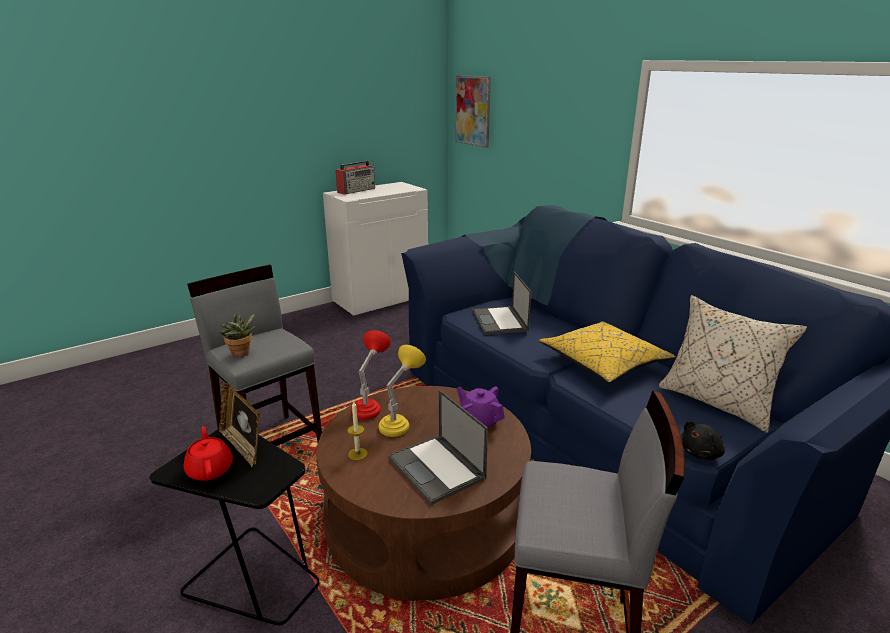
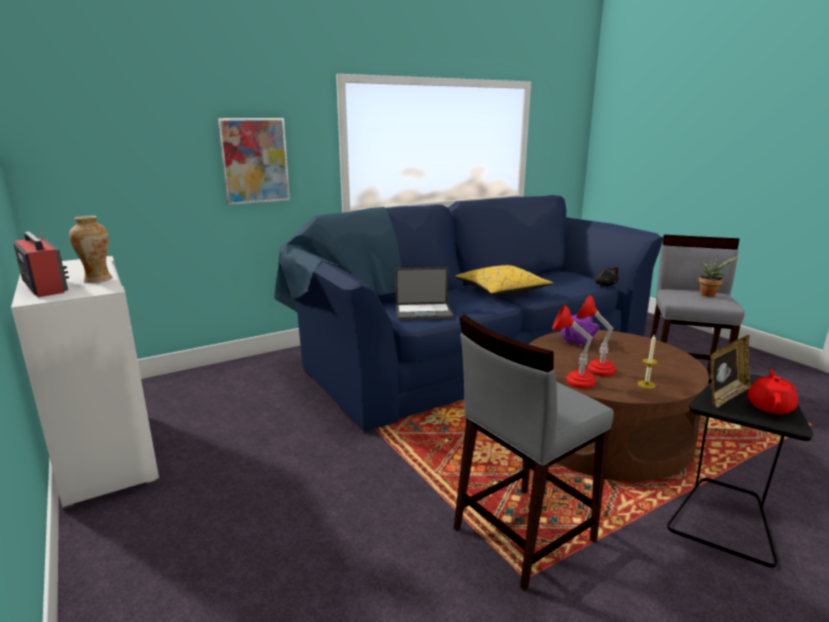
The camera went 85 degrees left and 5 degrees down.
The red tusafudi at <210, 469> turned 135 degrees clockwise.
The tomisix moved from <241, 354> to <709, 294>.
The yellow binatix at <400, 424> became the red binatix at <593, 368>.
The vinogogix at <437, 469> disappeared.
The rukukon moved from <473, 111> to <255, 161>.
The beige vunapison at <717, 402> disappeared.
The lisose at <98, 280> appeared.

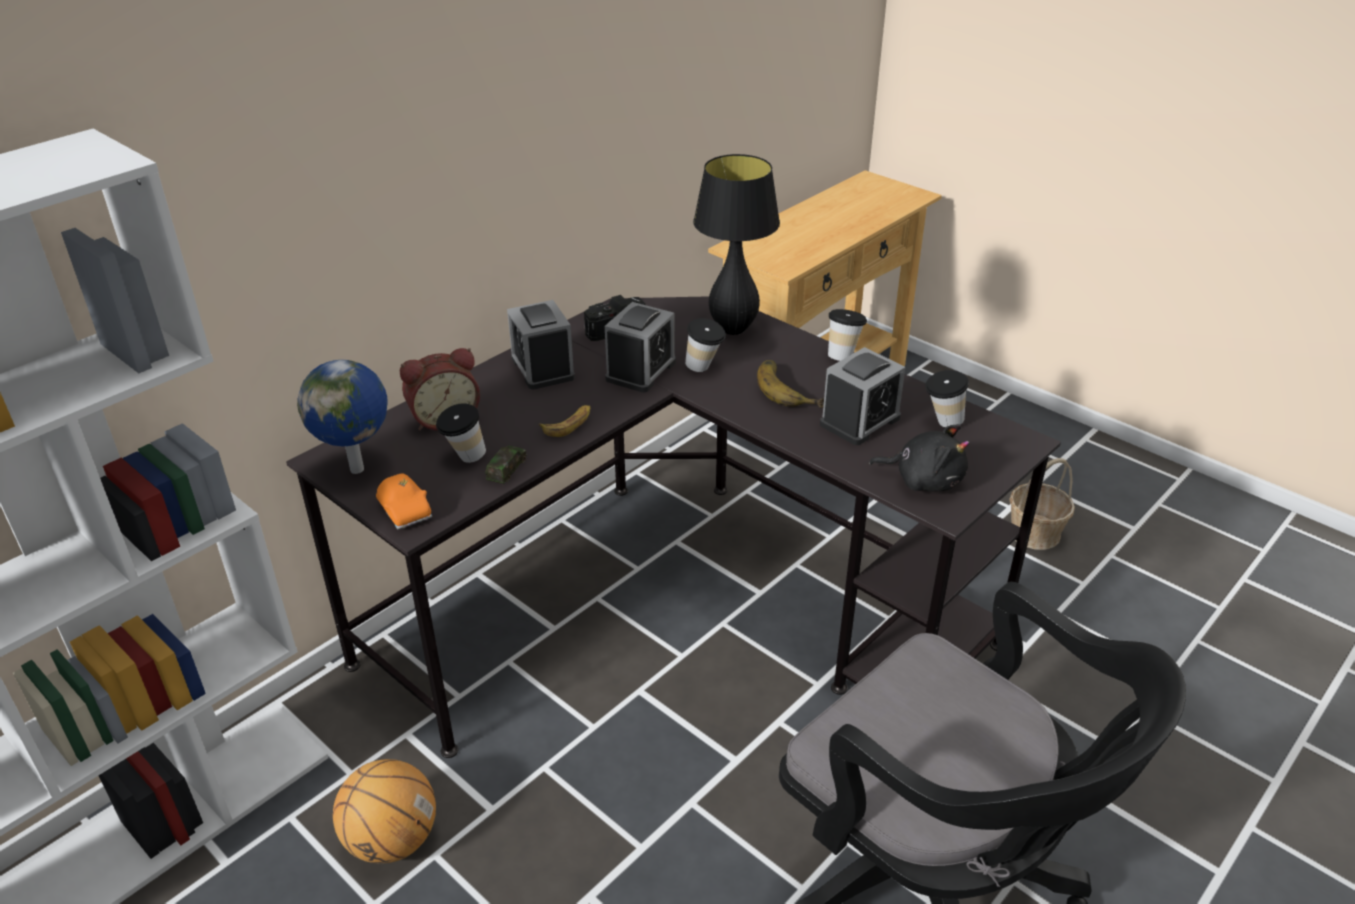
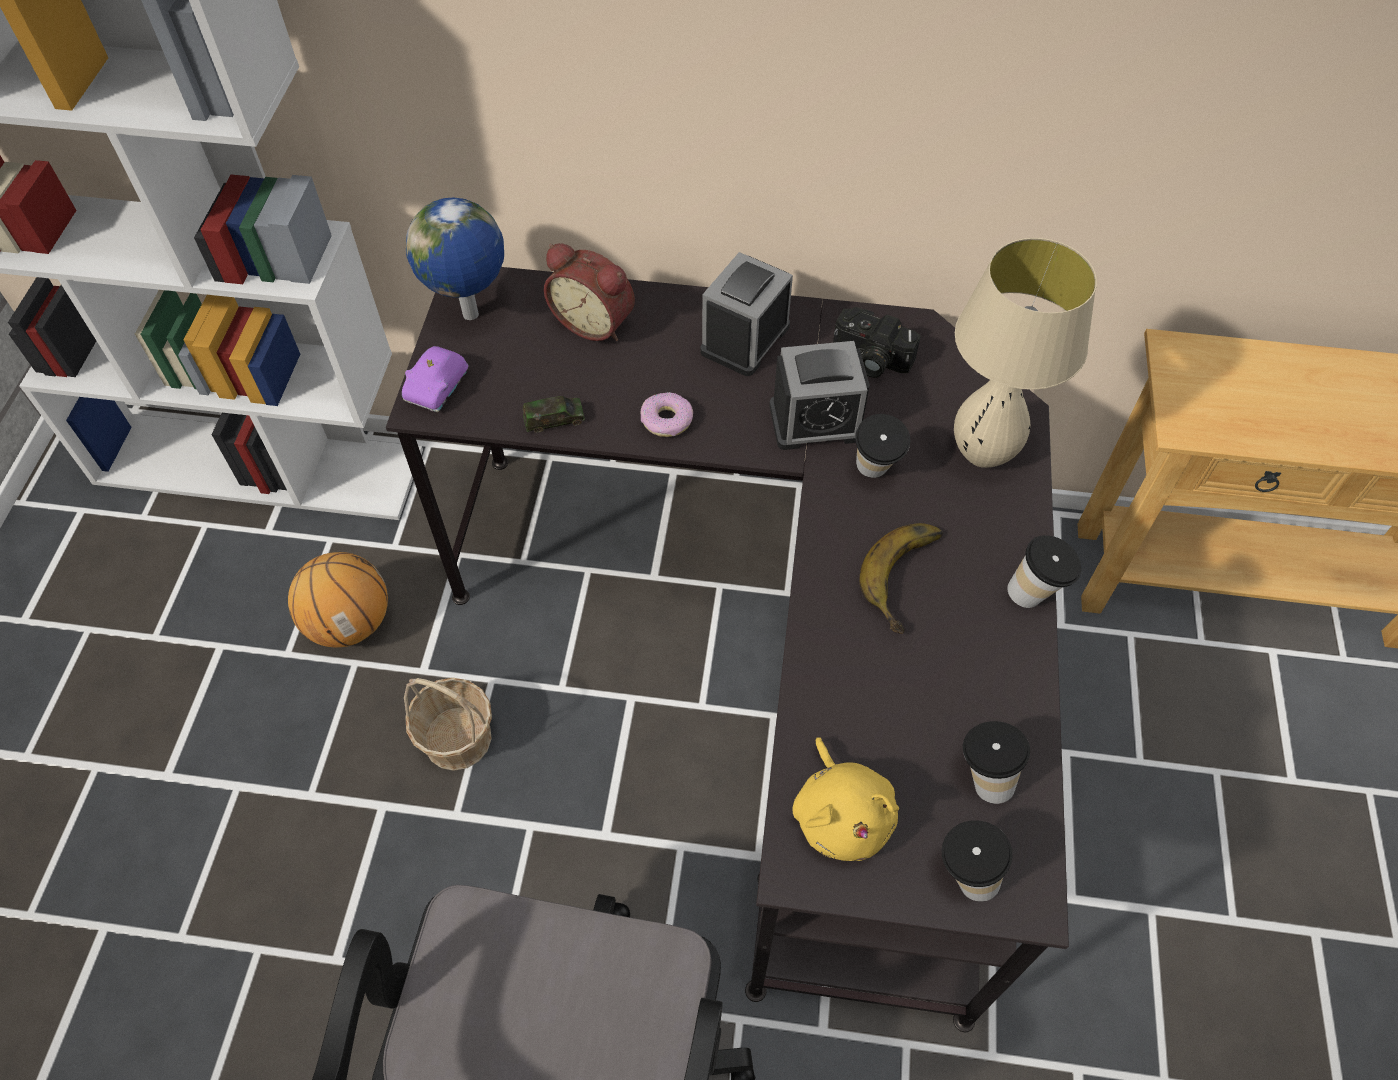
The camera went 55 degrees right and 20 degrees up.
The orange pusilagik at <406, 511> became the purple pusilagik at <438, 388>.
The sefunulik moved from <464, 458> to <964, 877>.
The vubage at <568, 424> was replaced by the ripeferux at <666, 420>.
The black binatix at <732, 329> became the beige binatix at <982, 454>.
The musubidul at <860, 421> disappeared.
The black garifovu at <924, 480> became the yellow garifovu at <842, 815>.
The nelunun moved from <1034, 533> to <457, 738>.

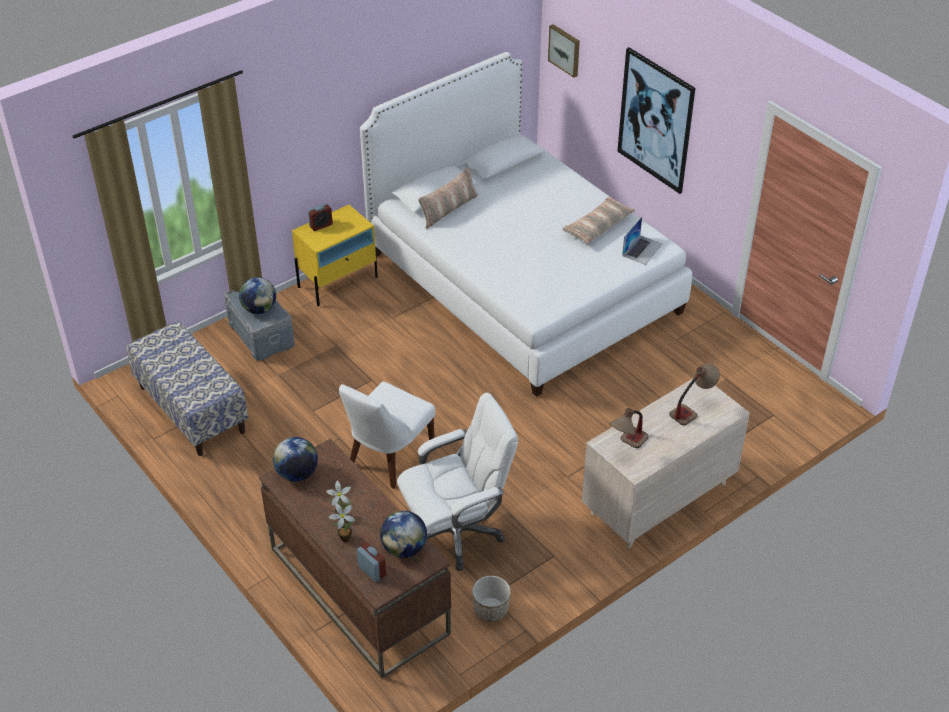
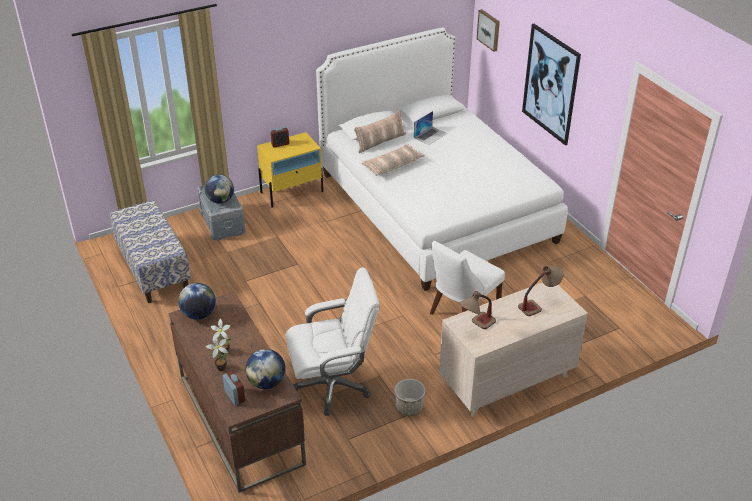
The camera went 10 degrees right and 5 degrees down.
The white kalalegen moved from <388, 458> to <461, 312>.
The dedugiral moved from <491, 610> to <409, 407>.
The vunapison moved from <597, 227> to <392, 165>.
The vinogogix moved from <642, 249> to <430, 135>.

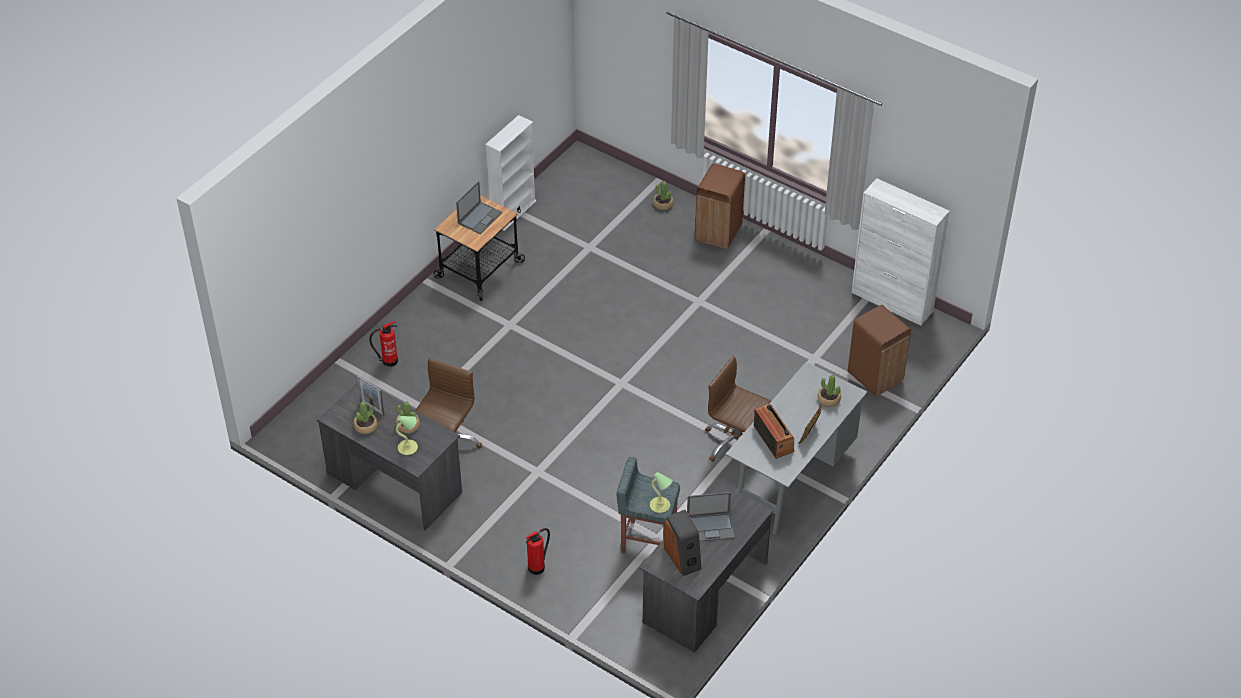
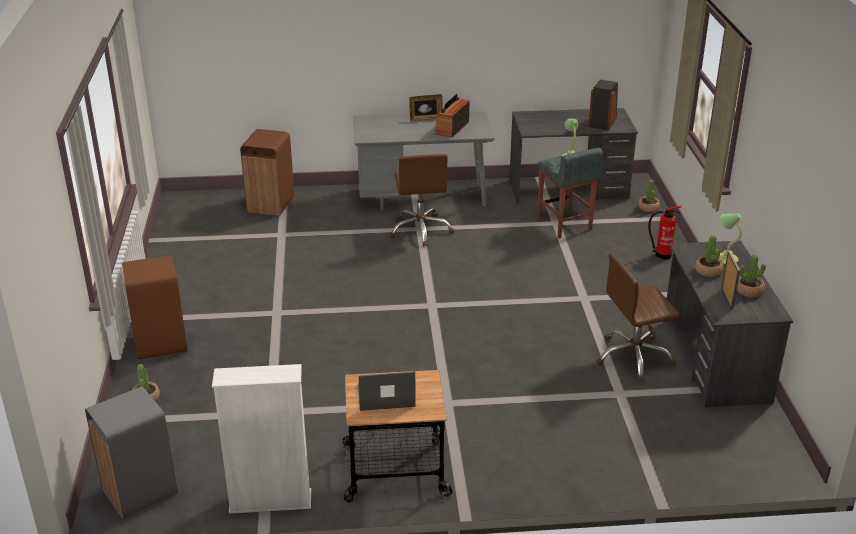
The camera went 130 degrees left and 15 degrees down.
The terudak at <388, 361> disappeared.
The vinogogix at <711, 527> disappeared.
The tomisix moved from <828, 399> to <648, 208>.
The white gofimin at <892, 302> disappeared.
The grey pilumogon at <139, 492> appeared.

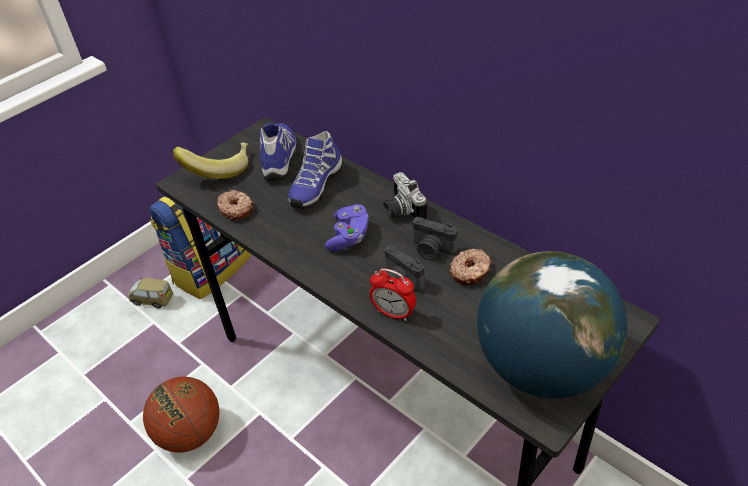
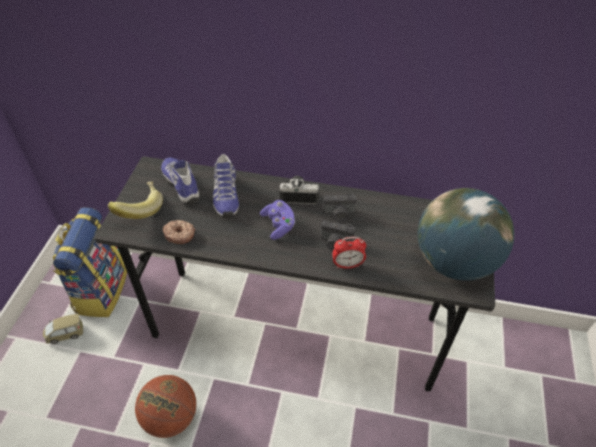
The camera went 35 degrees left and 5 degrees up.
The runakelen at <401, 211> turned 150 degrees clockwise.
The ripeferux at <470, 272> disappeared.

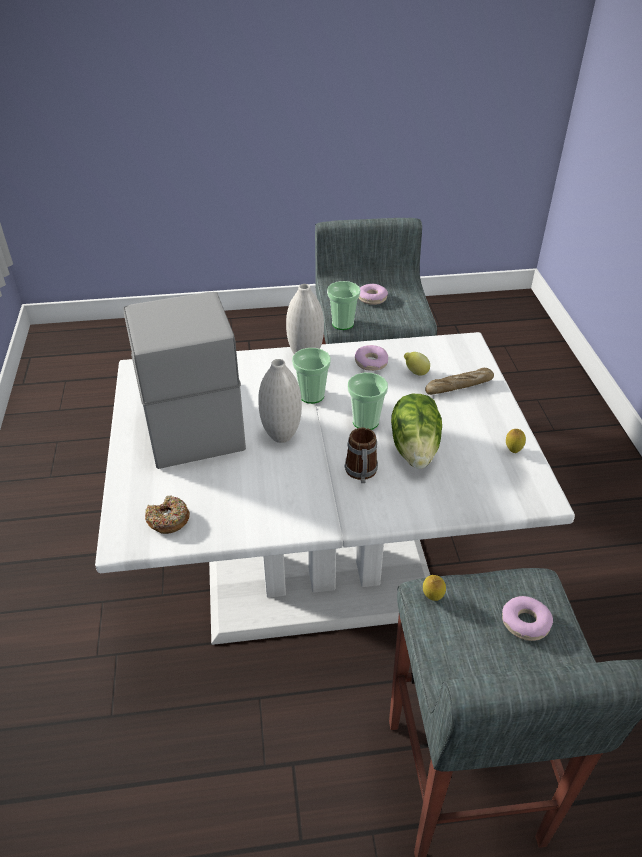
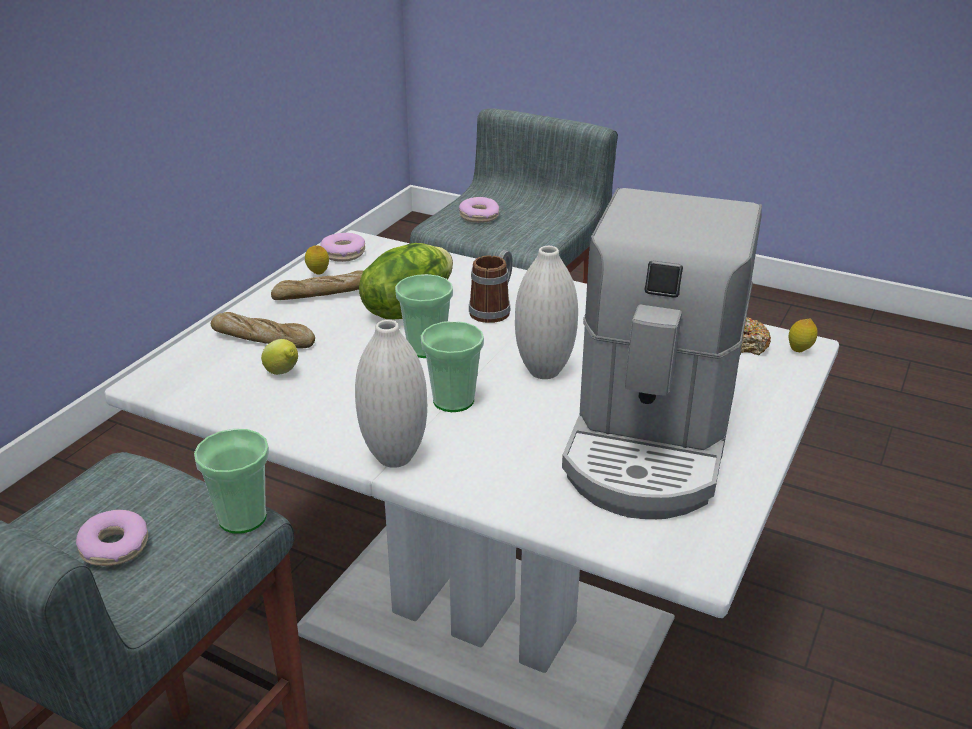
The camera went 145 degrees left and 10 degrees down.
The ripeferux moved from <371, 363> to <343, 254>.
The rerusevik moved from <432, 597> to <799, 351>.
The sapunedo at <323, 295> appeared.

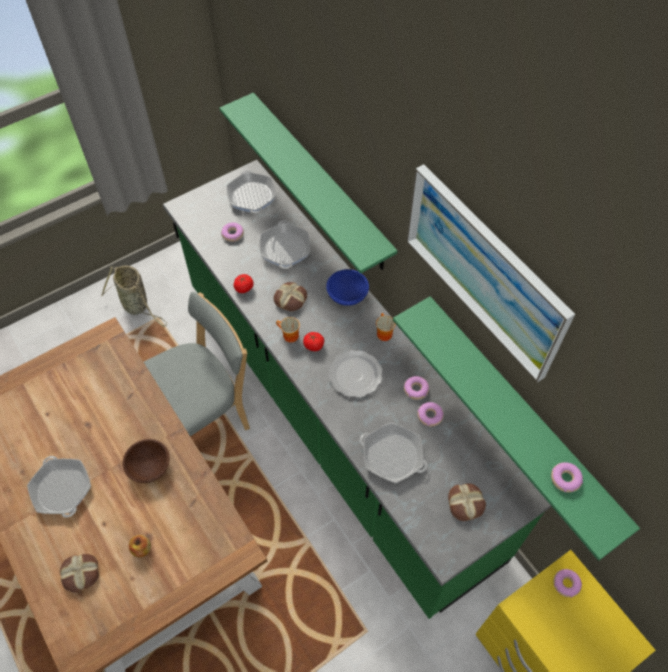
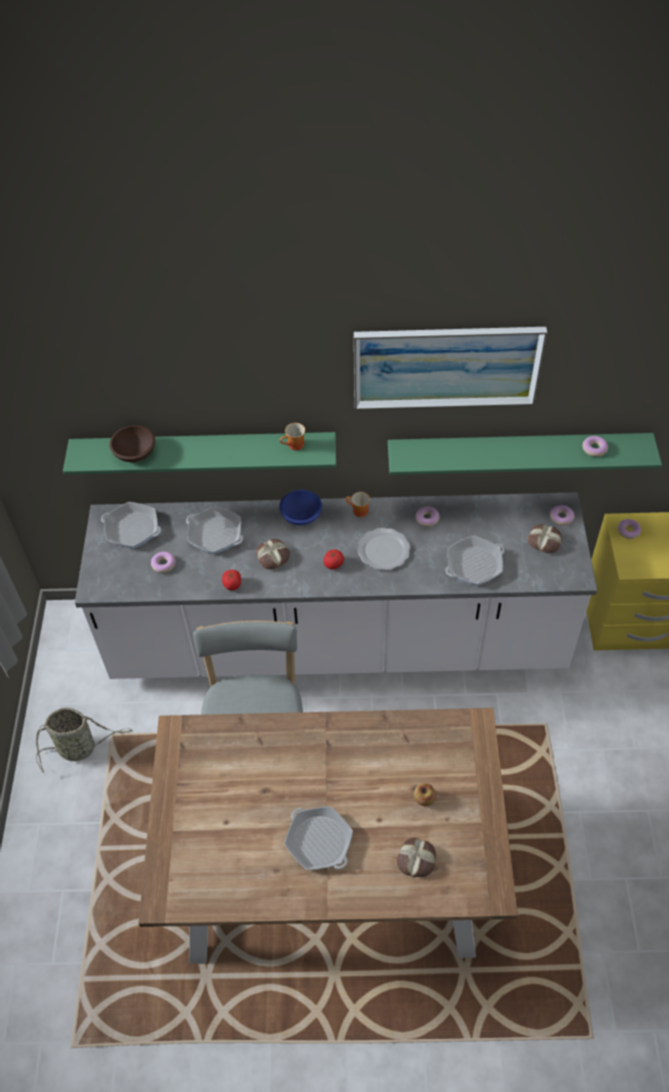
The camera went 55 degrees left and 5 degrees down.
The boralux at <62, 489> turned 135 degrees counterclockwise.
The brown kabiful moved from <149, 467> to <135, 453>.
The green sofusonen at <334, 417> became the white sofusonen at <338, 643>.
The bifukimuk moved from <288, 336> to <294, 446>.
The ripeferux moved from <430, 416> to <561, 517>.

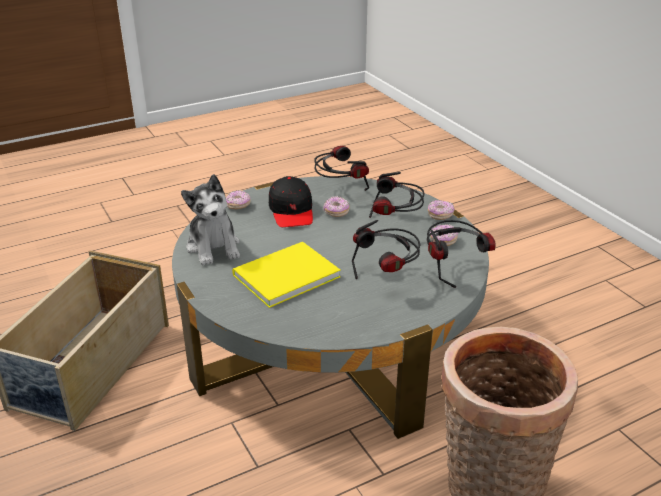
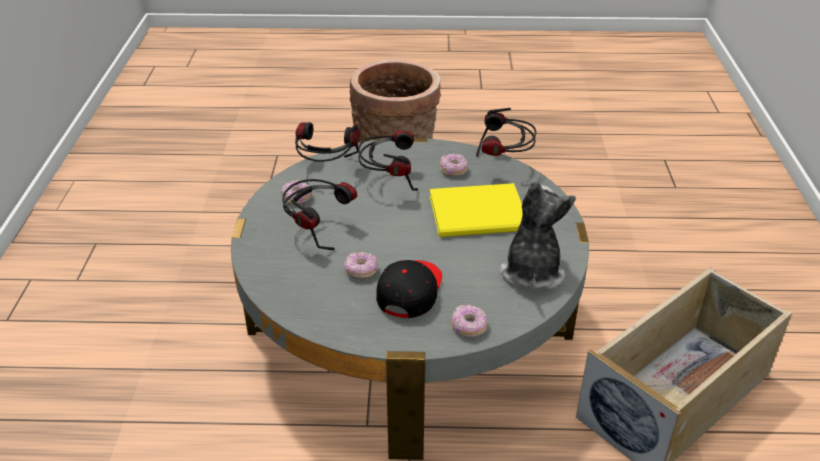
The camera went 150 degrees left and 5 degrees up.
The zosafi moved from <339, 190> to <503, 164>.
The ripeferux moved from <440, 215> to <453, 170>.

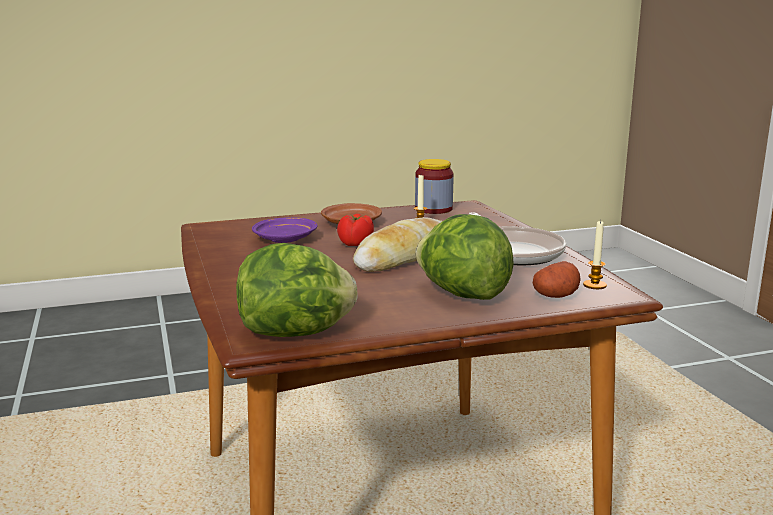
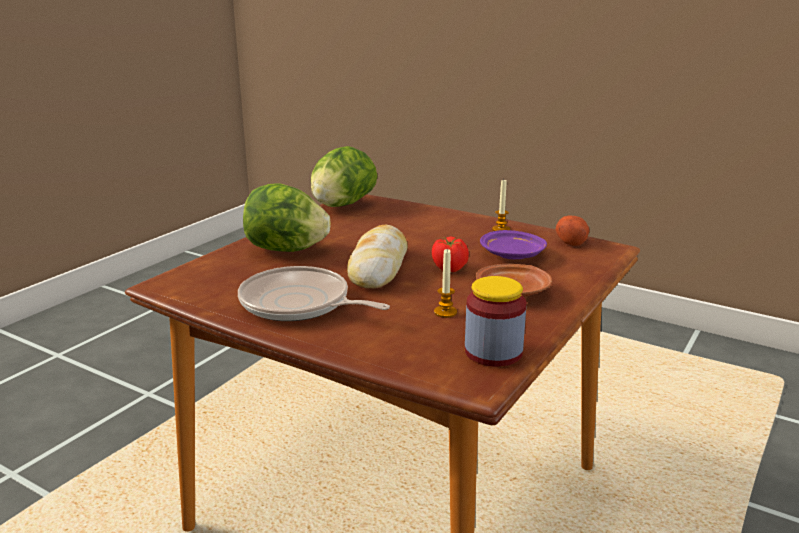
The camera went 140 degrees right and 5 degrees up.
The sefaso moved from <555, 296> to <571, 241>.
The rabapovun moved from <594, 285> to <501, 229>.

